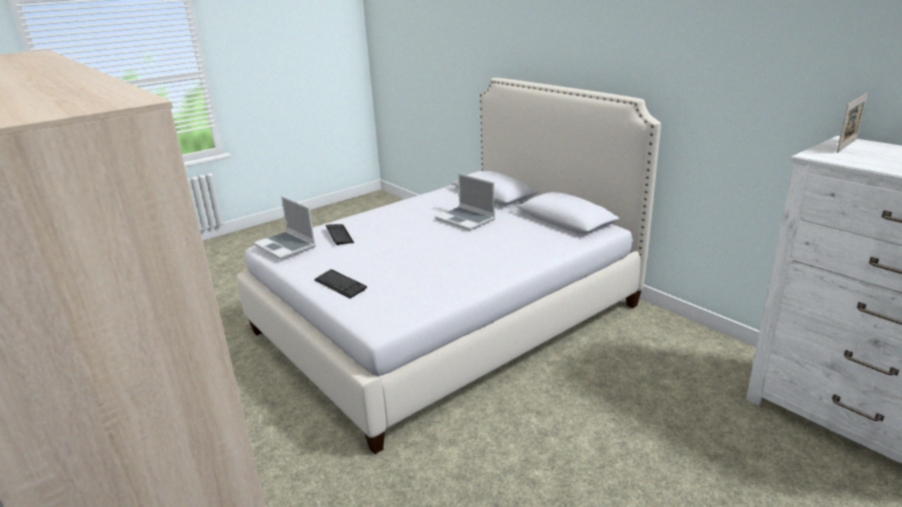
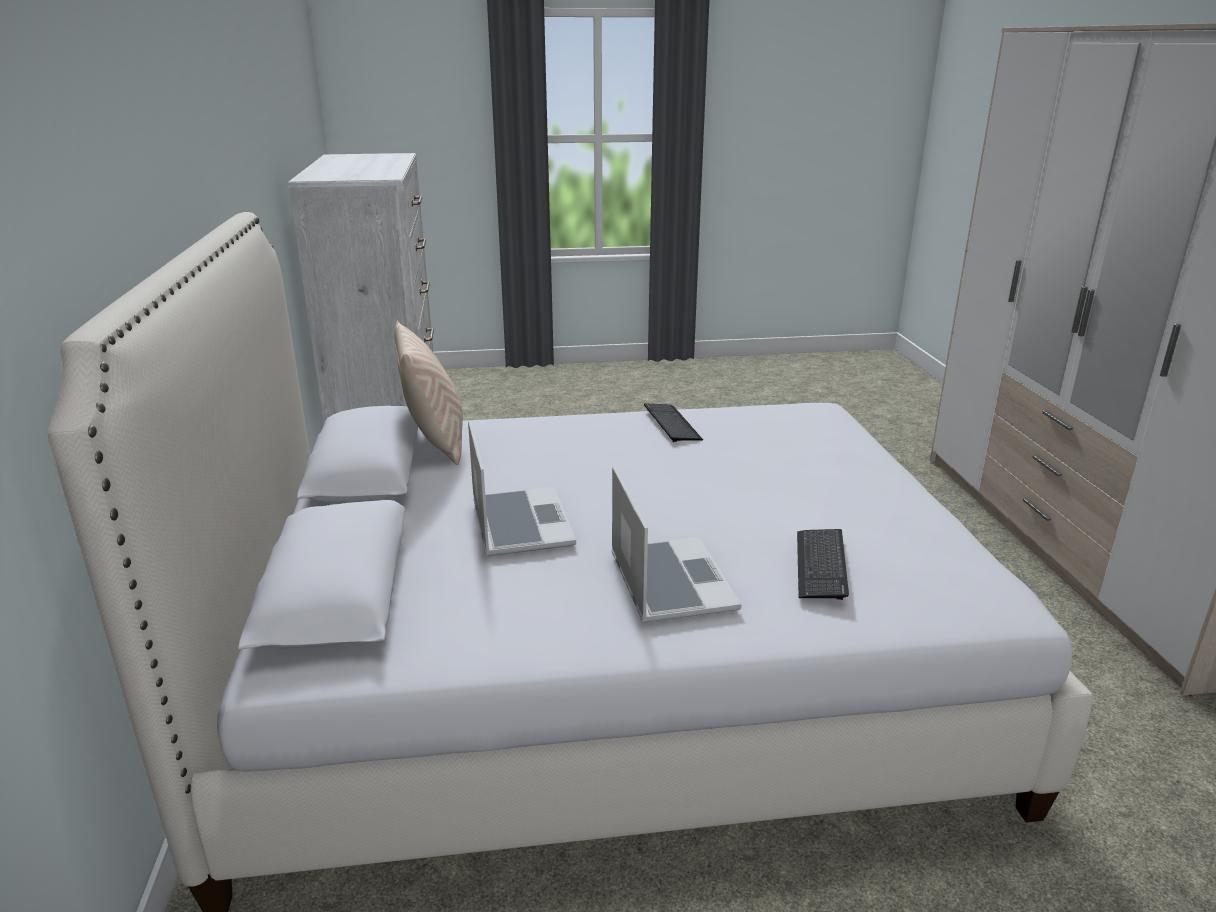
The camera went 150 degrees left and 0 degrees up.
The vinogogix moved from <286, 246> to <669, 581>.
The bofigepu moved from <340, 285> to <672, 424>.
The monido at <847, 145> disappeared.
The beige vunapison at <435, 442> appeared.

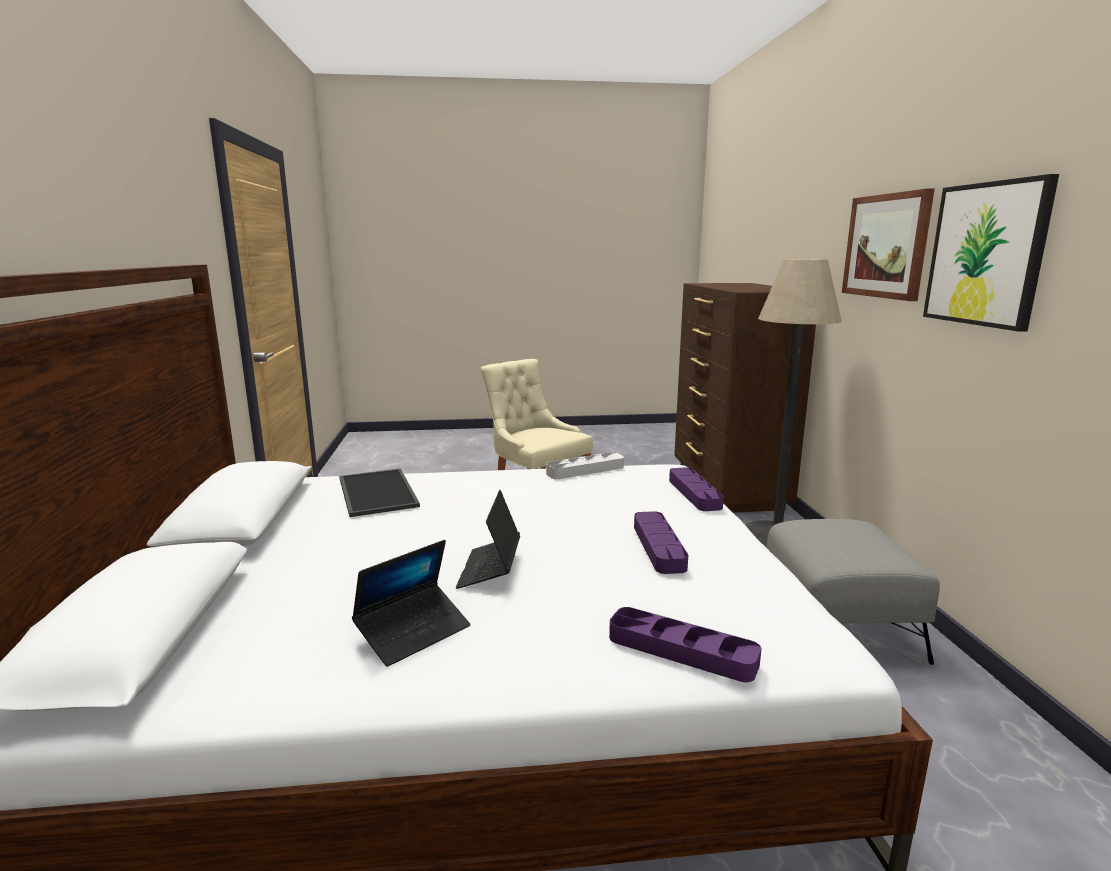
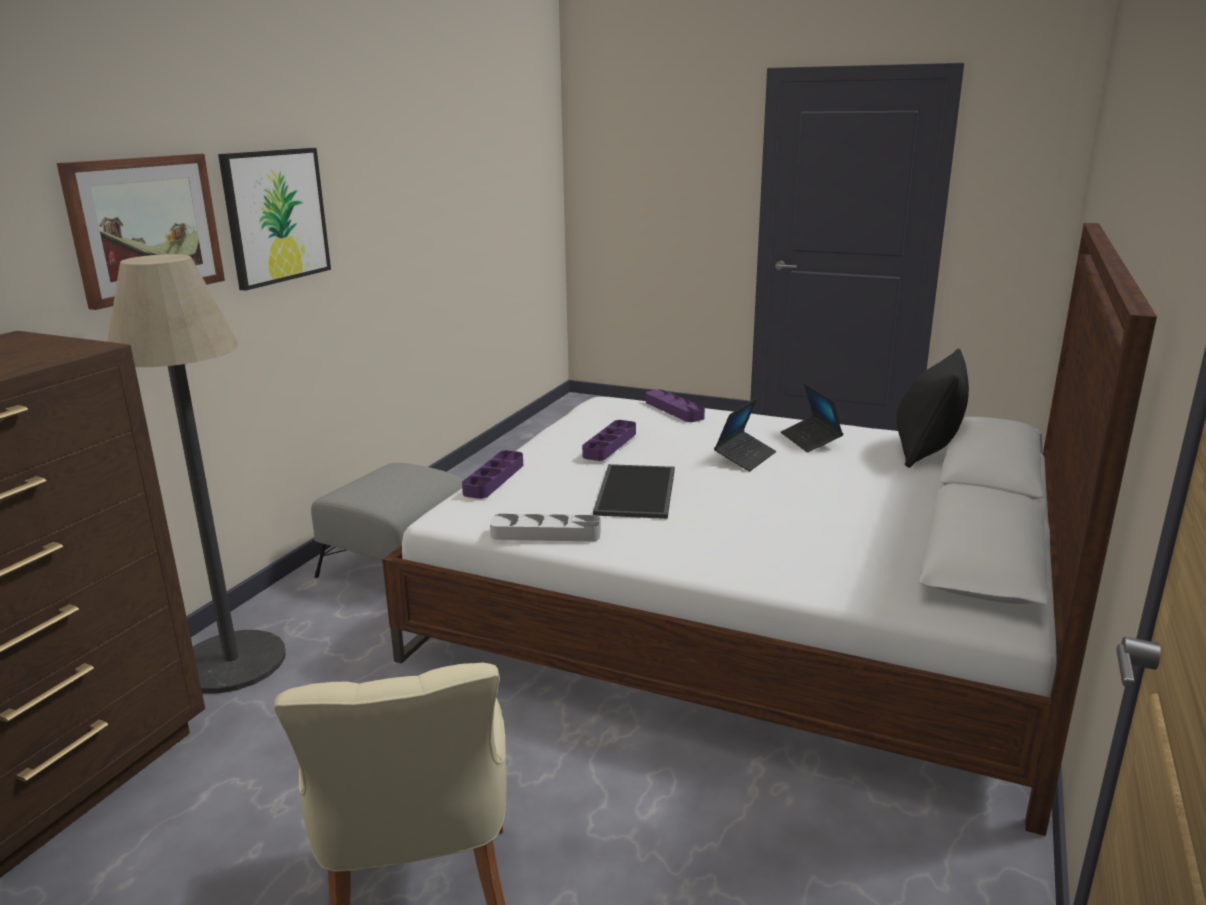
The camera went 150 degrees left and 5 degrees up.
The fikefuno moved from <375, 492> to <638, 492>.
The vinogogix at <413, 632> turned 90 degrees counterclockwise.
The black vunapison at <926, 451> appeared.

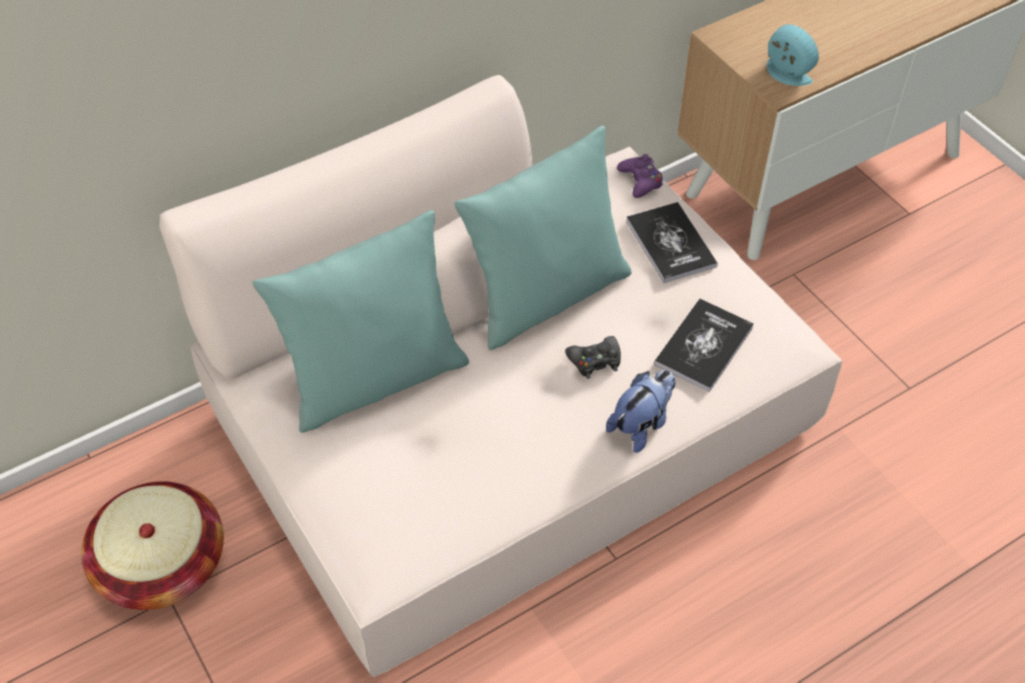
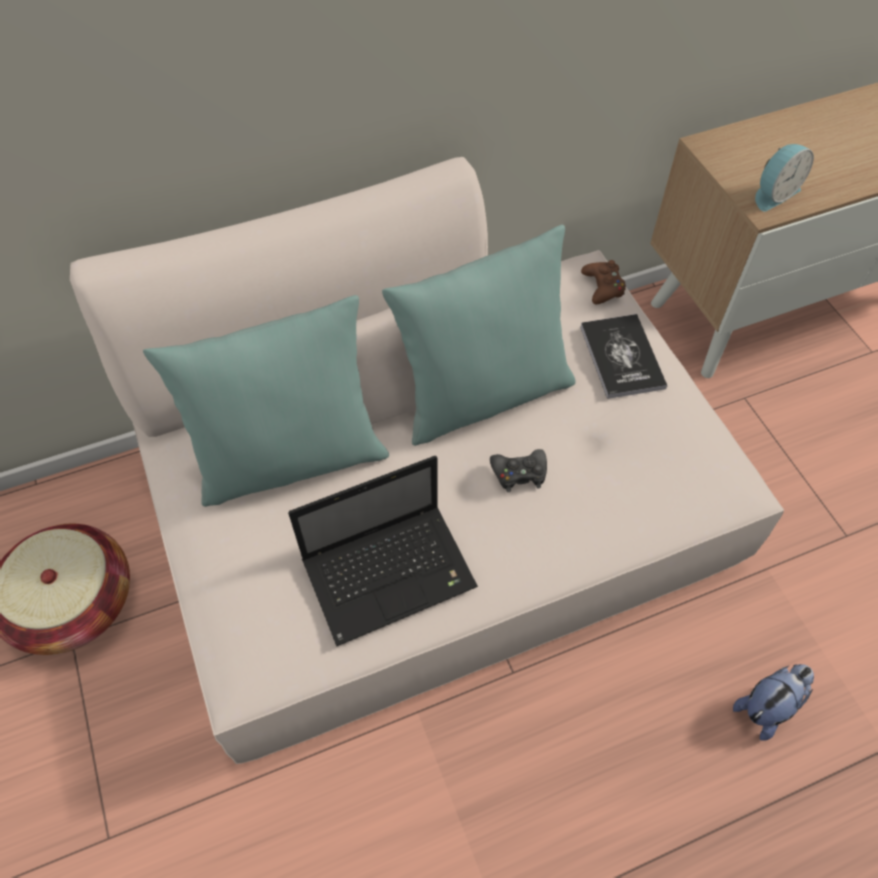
The camera went 10 degrees right and 5 degrees up.
The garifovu moved from <641, 425> to <767, 706>.
The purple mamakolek at <640, 181> became the brown mamakolek at <603, 287>.
The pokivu at <703, 346> disappeared.
The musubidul at <785, 74> turned 90 degrees clockwise.
The vinogogix at <392, 572> appeared.

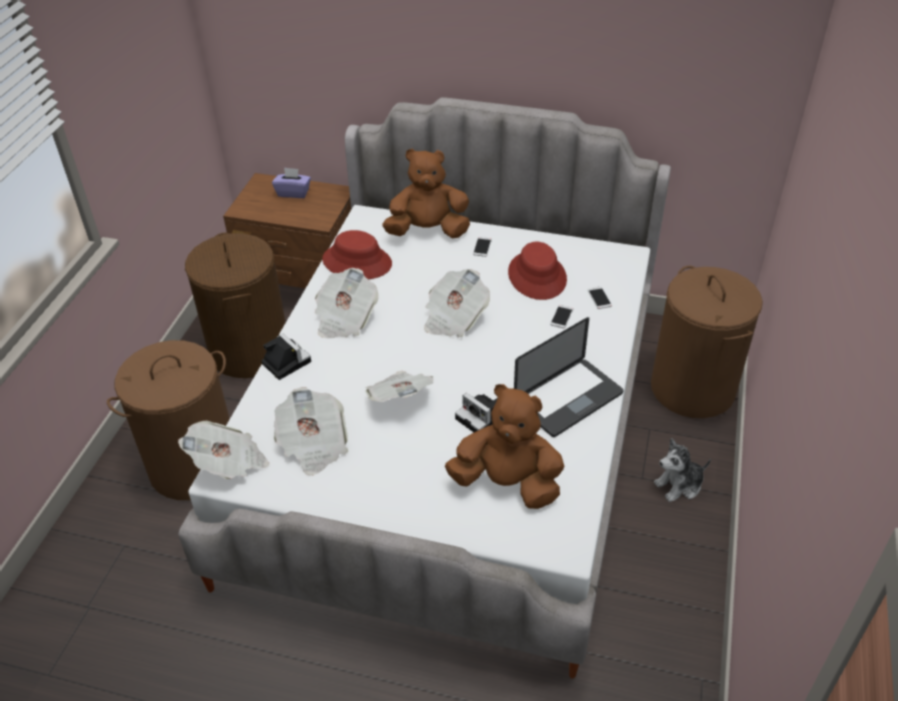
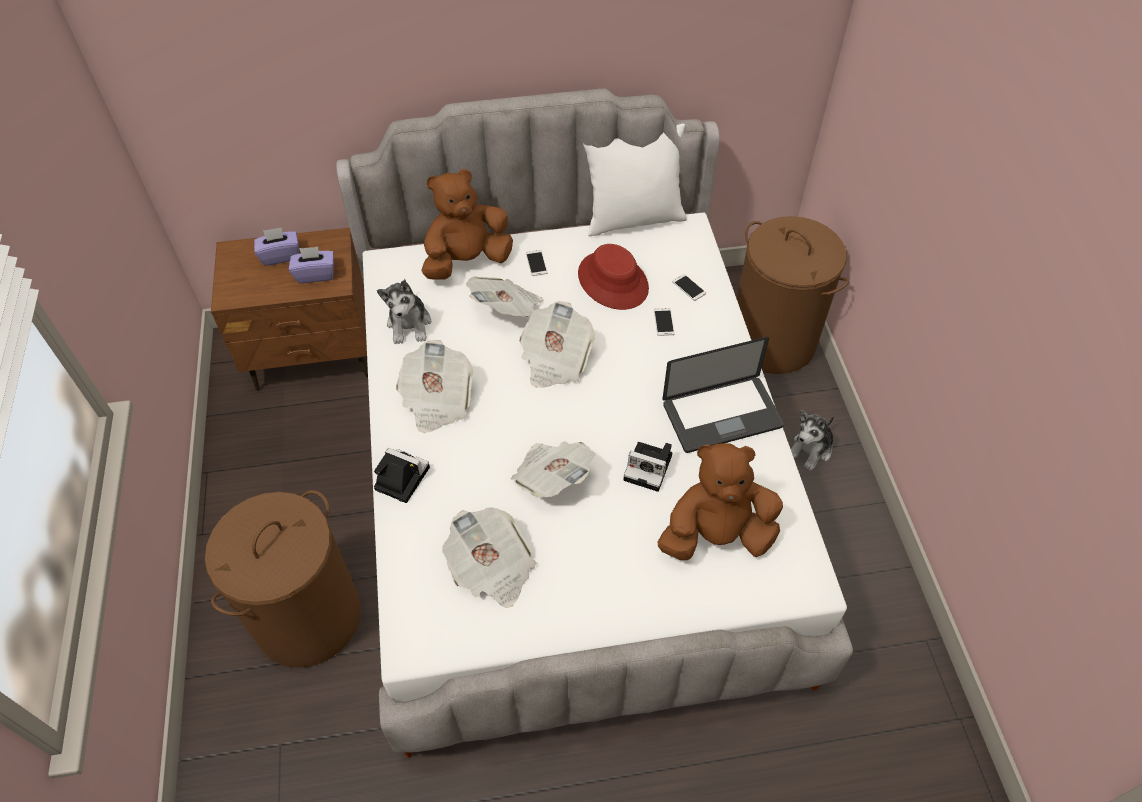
The camera went 25 degrees left and 10 degrees up.
The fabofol moved from <229, 464> to <507, 309>.
The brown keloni at <249, 351> disappeared.
The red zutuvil at <357, 262> was replaced by the garifovu at <409, 324>.
The vinogogix at <568, 398> turned 45 degrees clockwise.
The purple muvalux at <315, 274> appeared.
The white vunapison at <633, 219> appeared.

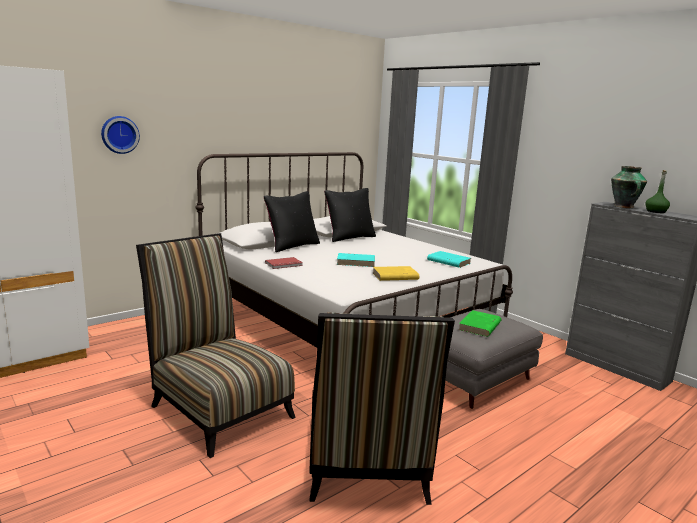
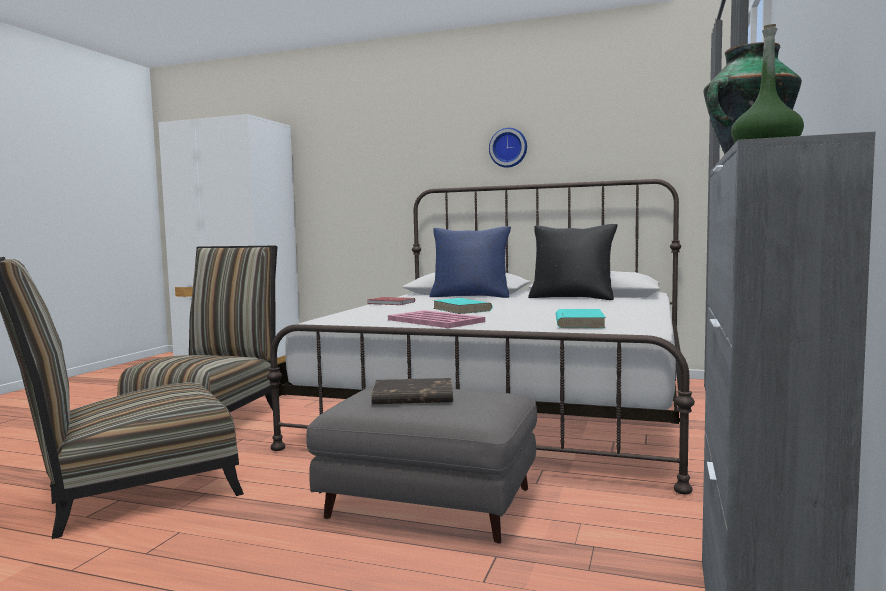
The camera went 60 degrees right and 10 degrees down.
The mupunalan moved from <119, 134> to <508, 148>.
The black vunapison at <292, 246> became the blue vunapison at <470, 296>.
The yellow pokivu at <394, 276> was replaced by the pink fikefuno at <435, 320>.
The green pokivu at <479, 326> became the brown pokivu at <412, 397>.

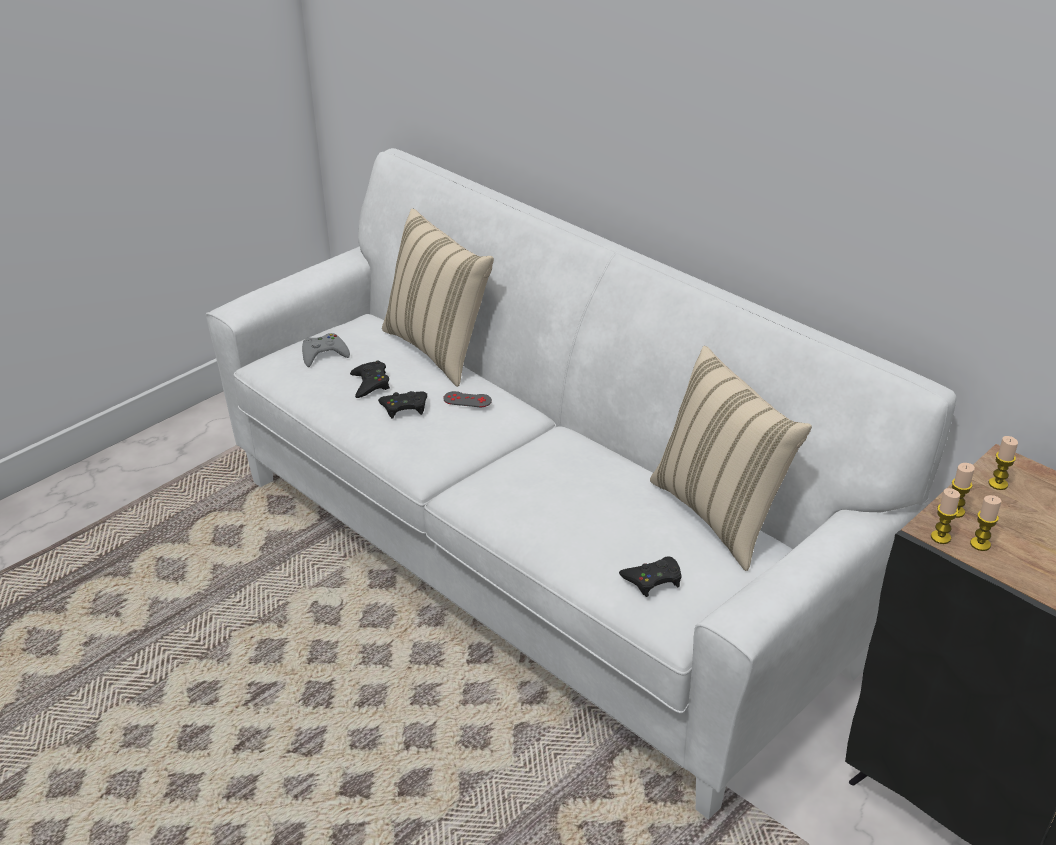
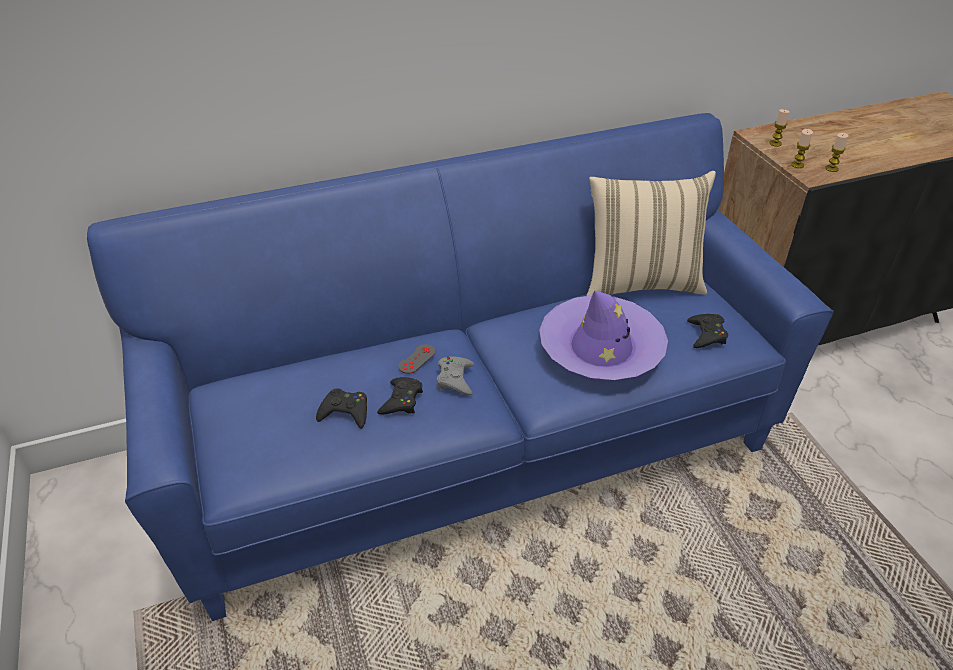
The camera went 65 degrees left and 5 degrees up.
The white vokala at <531, 566> became the blue vokala at <475, 450>.
The grey mamakolek moved from <324, 354> to <455, 379>.
The beige vunapison at <439, 349> disappeared.
The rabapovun at <940, 537> disappeared.
The purple zutuvil at <601, 348> appeared.

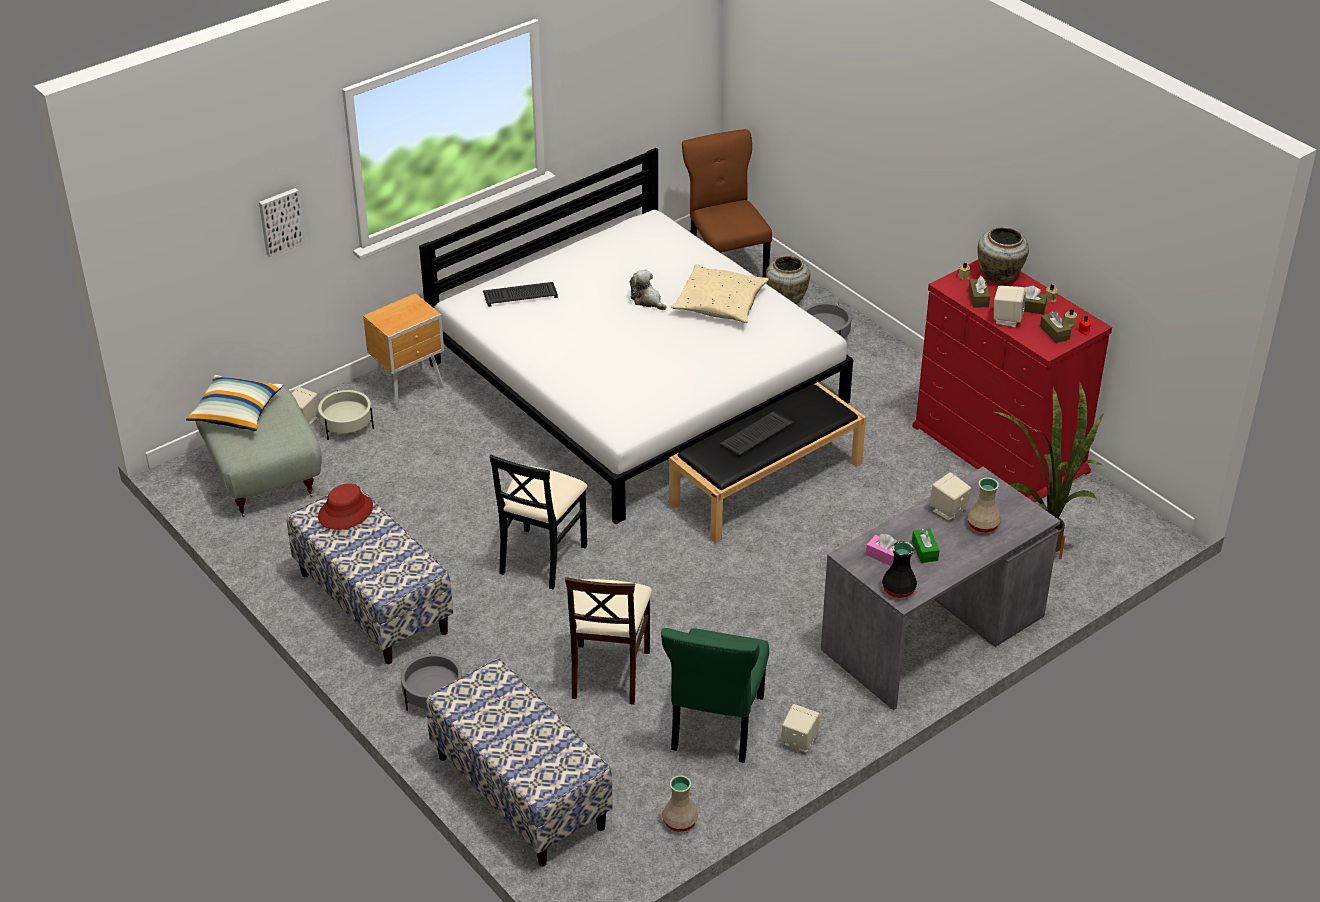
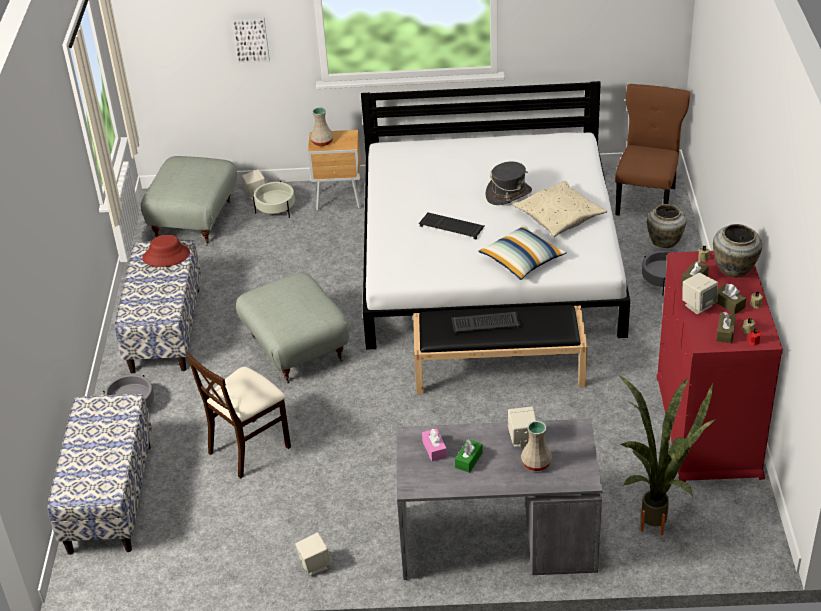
The camera went 40 degrees right and 0 degrees up.
The vunapison moved from <237, 413> to <522, 261>.
The bofigepu moved from <521, 294> to <452, 226>.
The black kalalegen at <542, 557> was replaced by the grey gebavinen at <295, 349>.
The garifovu at <647, 300> was replaced by the grey zutuvil at <508, 194>.
The green kalalegen at <715, 726> disappeared.
The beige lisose moved from <679, 821> to <322, 142>.
The black lisose at <899, 589> disappeared.

